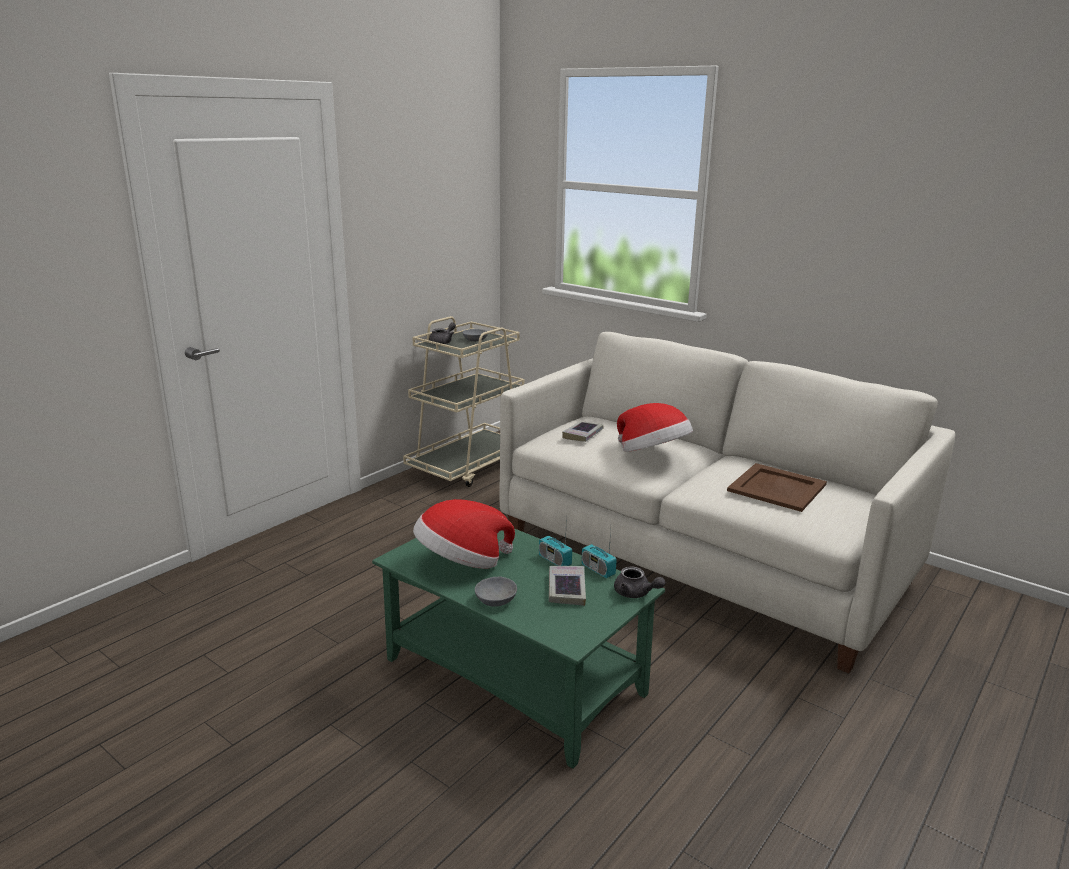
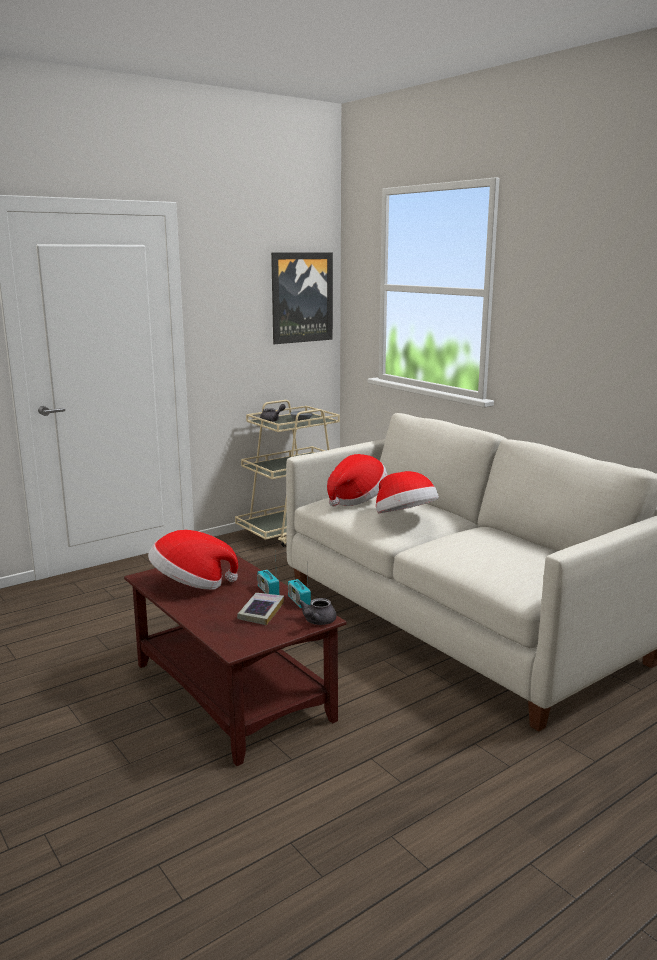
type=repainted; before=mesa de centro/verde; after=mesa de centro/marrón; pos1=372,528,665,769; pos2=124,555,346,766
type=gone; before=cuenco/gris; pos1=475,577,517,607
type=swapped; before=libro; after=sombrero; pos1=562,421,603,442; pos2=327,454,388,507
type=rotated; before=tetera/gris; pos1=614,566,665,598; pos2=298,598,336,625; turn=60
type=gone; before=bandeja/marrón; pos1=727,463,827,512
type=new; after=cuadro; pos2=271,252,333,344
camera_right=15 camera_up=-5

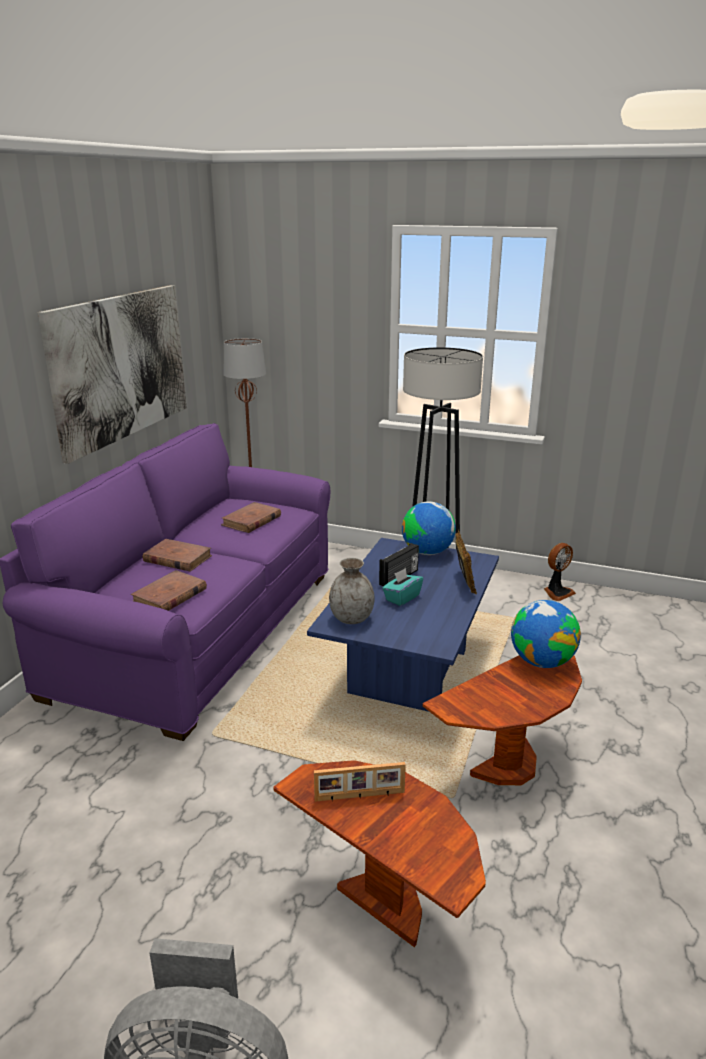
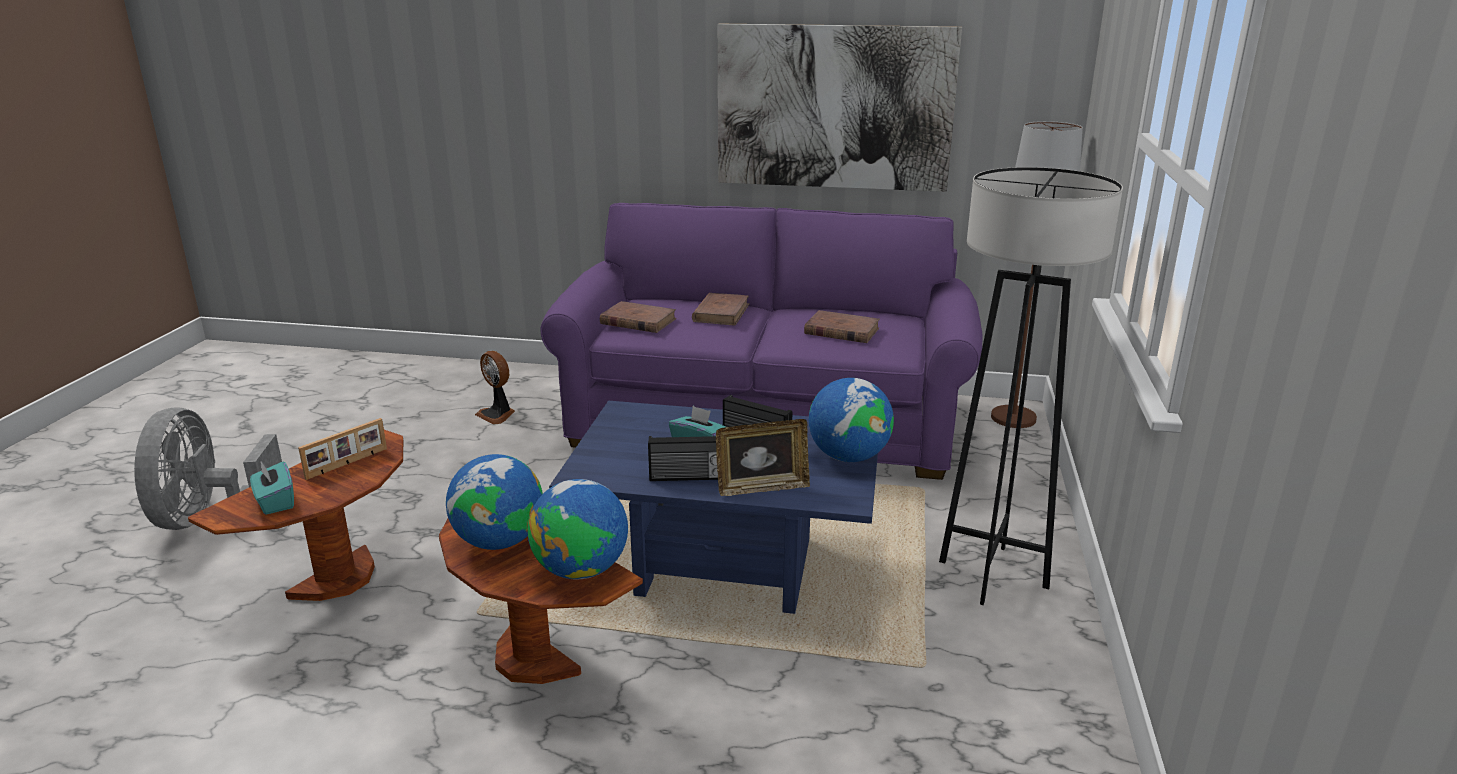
type=rotated; before=portarretratos; pos1=314,762,406,802; pos2=298,418,387,480; turn=-120
type=gone; before=florero/gris; pos1=329,558,375,624
type=shifted; before=ventilador; pos1=544,543,576,601; pos2=475,351,515,425
type=new; after=caja de pañuelos/turquesa; pos2=250,462,294,515
type=new; after=globo terráqueo; pos2=446,454,543,550
type=new; after=radio; pos2=648,436,718,481
camera_right=80 camera_up=0

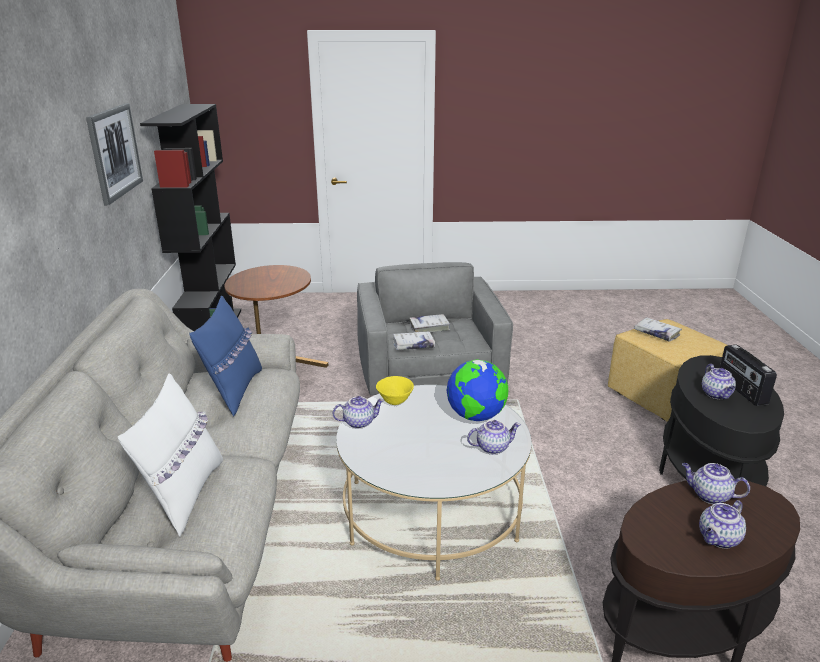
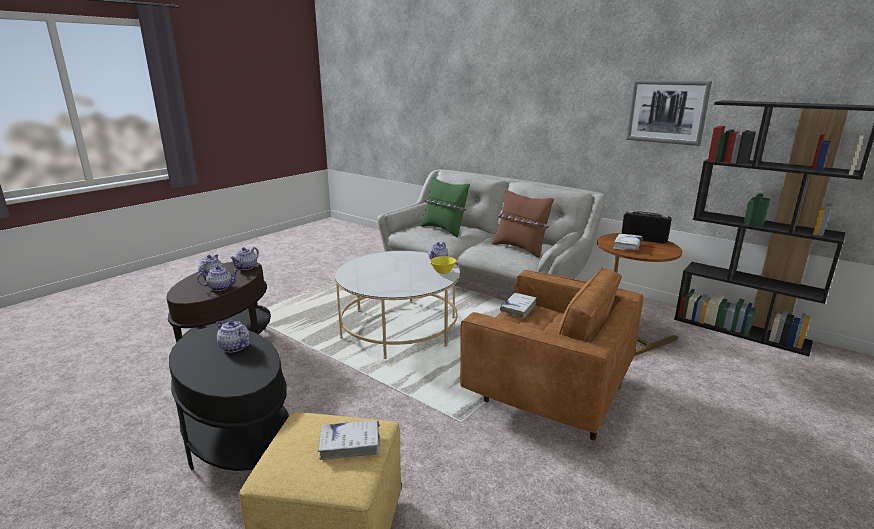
type=repainted; before=cojín/blanco; after=cojín/verde; pos1=118,373,223,537; pos2=420,177,470,237
type=repainted; before=cojín/azul; after=cojín/marrón; pos1=189,296,262,417; pos2=492,189,554,258
type=repainted; before=sillón/gris; after=sillón/marrón; pos1=357,262,513,395; pos2=460,267,644,441
type=shifted; before=libro/blanco; pos1=409,314,450,332; pos2=613,234,643,250
type=gone; before=globo terráqueo; pos1=447,359,508,421
type=shifted; before=tetera; pos1=467,420,521,454; pos2=230,247,259,270
type=shifted; before=radio; pos1=720,345,777,406; pos2=621,211,672,244
camera_right=130 camera_up=-5

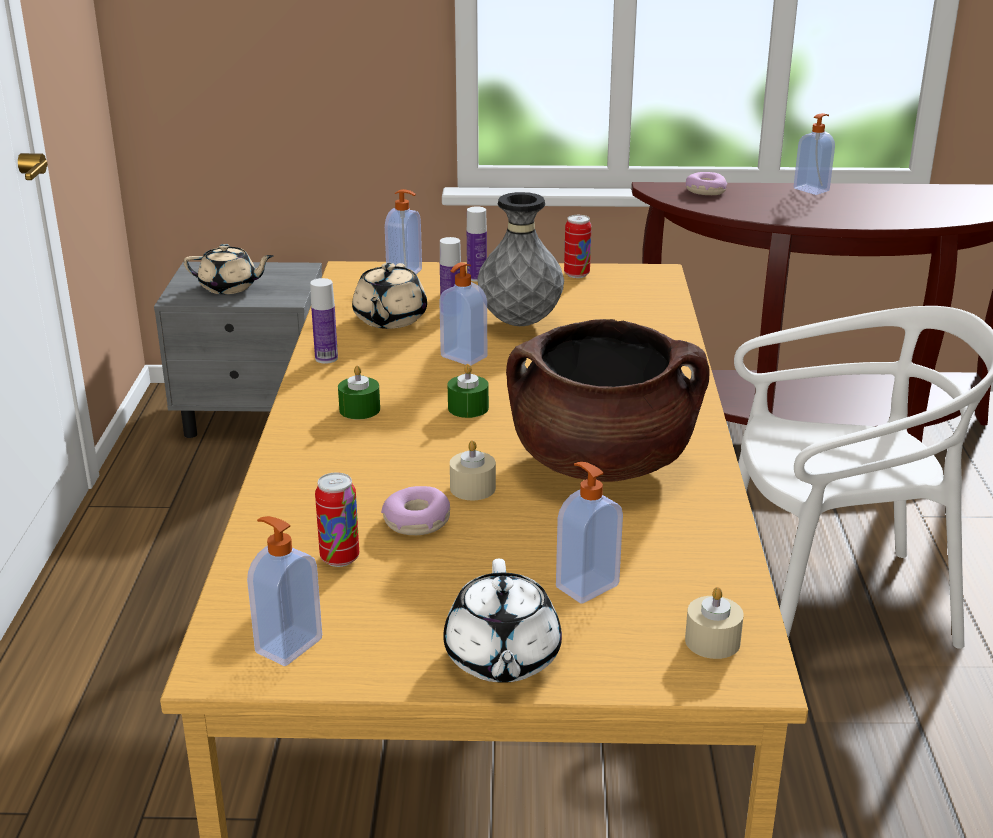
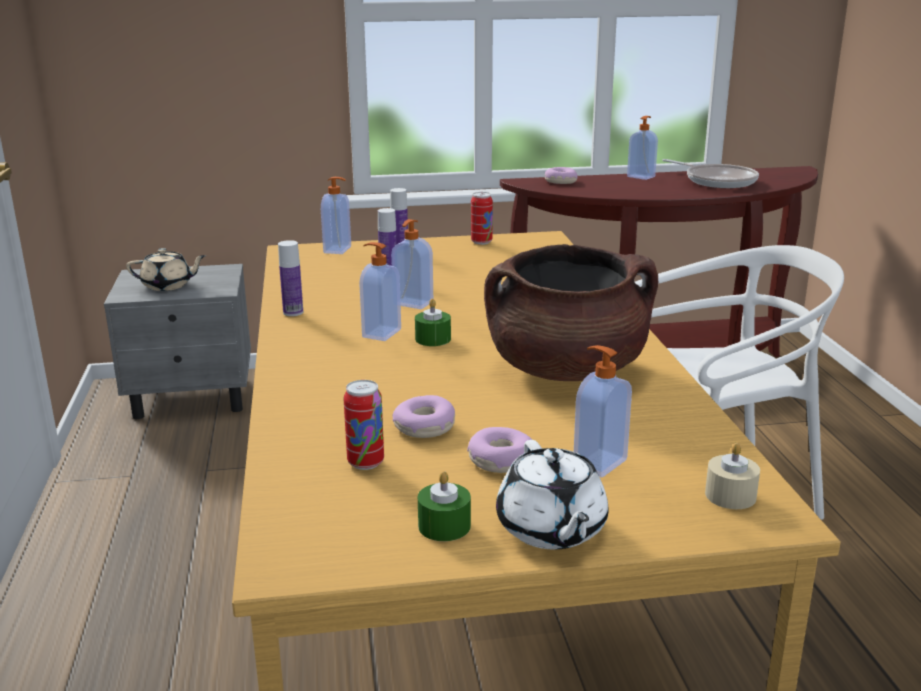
type=shifted; before=dispensador de jabón; pos1=247,516,322,666; pos2=359,242,401,341
type=shifted; before=vela/verde; pos1=338,365,380,419; pos2=418,471,471,541
type=gone; before=tetera/beis; pos1=352,263,427,329
type=gone; before=vela/beis; pos1=450,440,496,500
type=gone; before=florero/gris; pos1=477,192,564,326
type=new; after=rosquilla; pos2=467,427,532,473
type=new; after=sartén; pos2=662,159,759,188
camera_right=-10 camera_up=-5

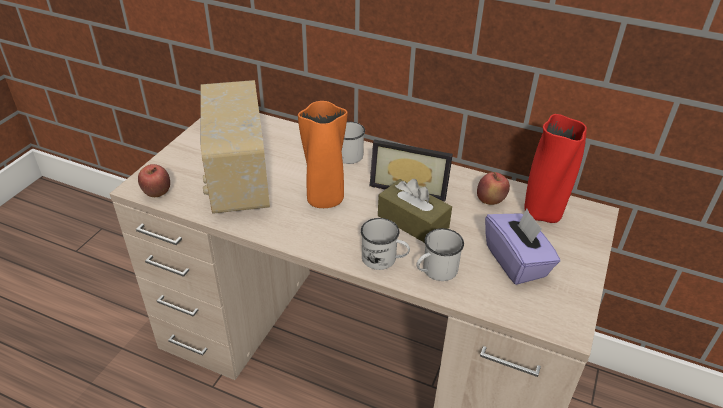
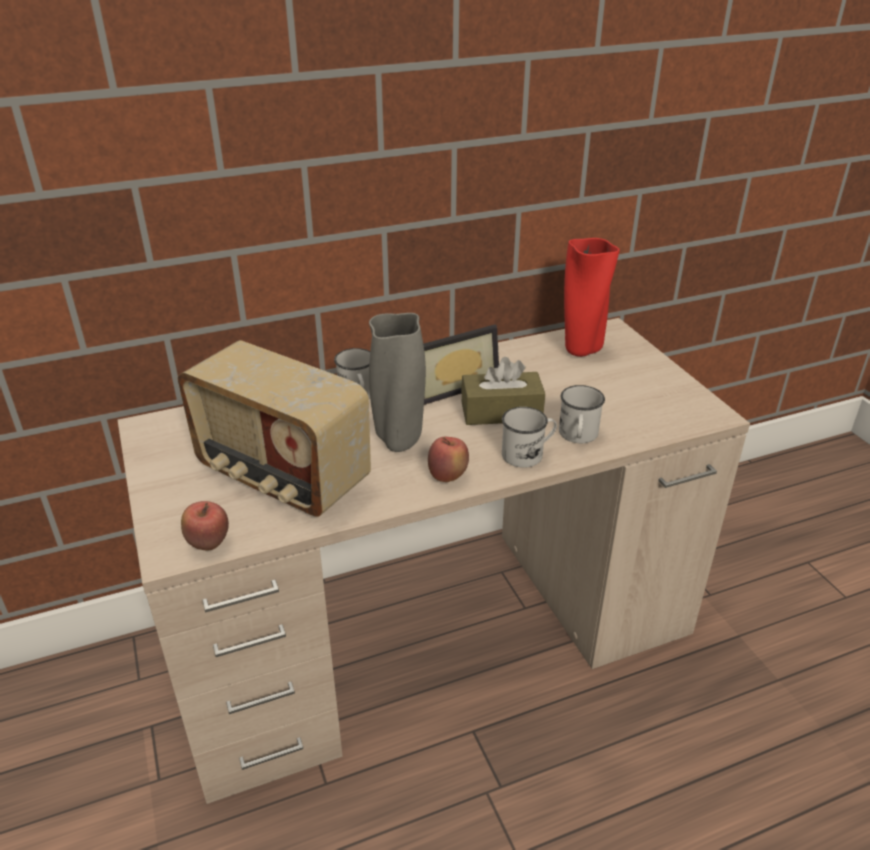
type=repainted; before=florero/naranja; after=florero/gris; pos1=298,101,348,208; pos2=369,313,426,452
type=shifted; before=manzana; pos1=477,172,510,205; pos2=428,437,469,482
type=gone; before=caja de pañuelos/morado; pos1=485,209,560,285
camera_right=-45 camera_up=-5

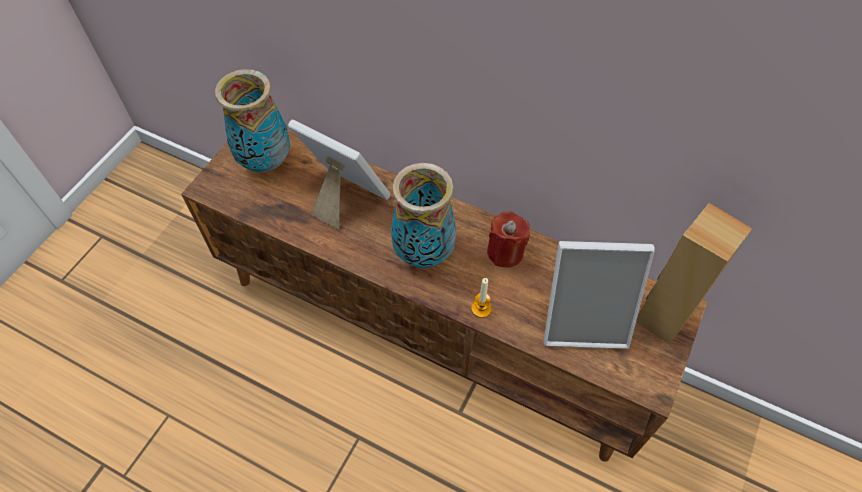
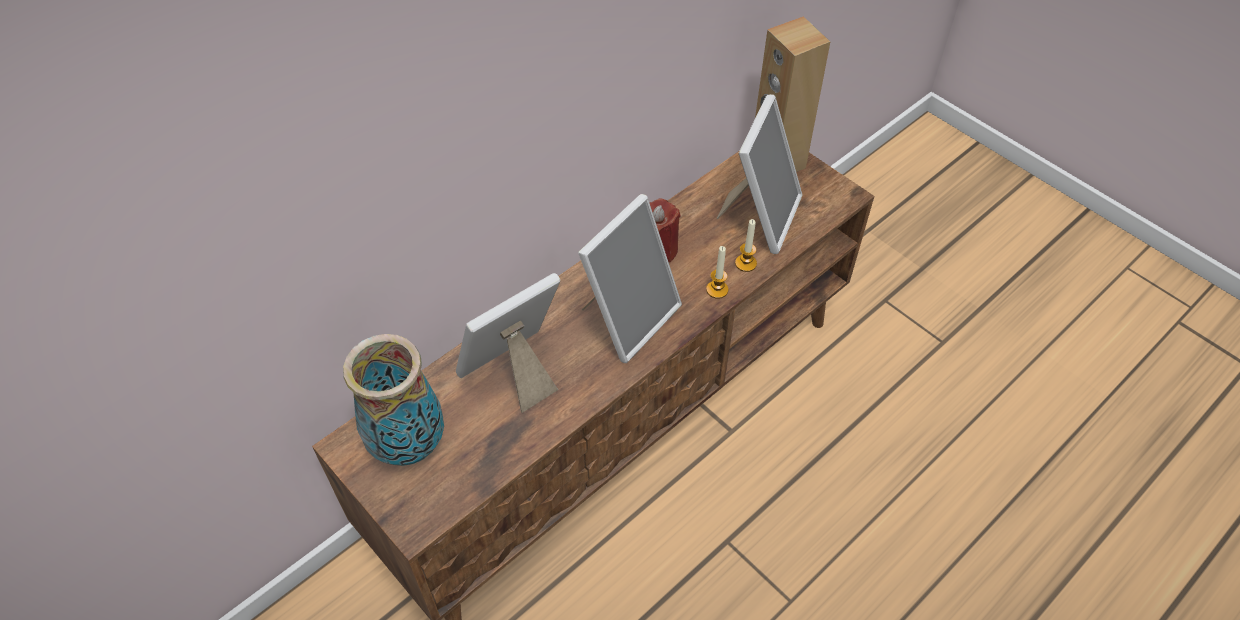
type=swapped; before=florero; after=portarretratos; pos1=391,163,457,268; pos2=578,194,682,363
type=new; after=vela; pos2=735,219,757,272
camera_right=-70 camera_up=-5

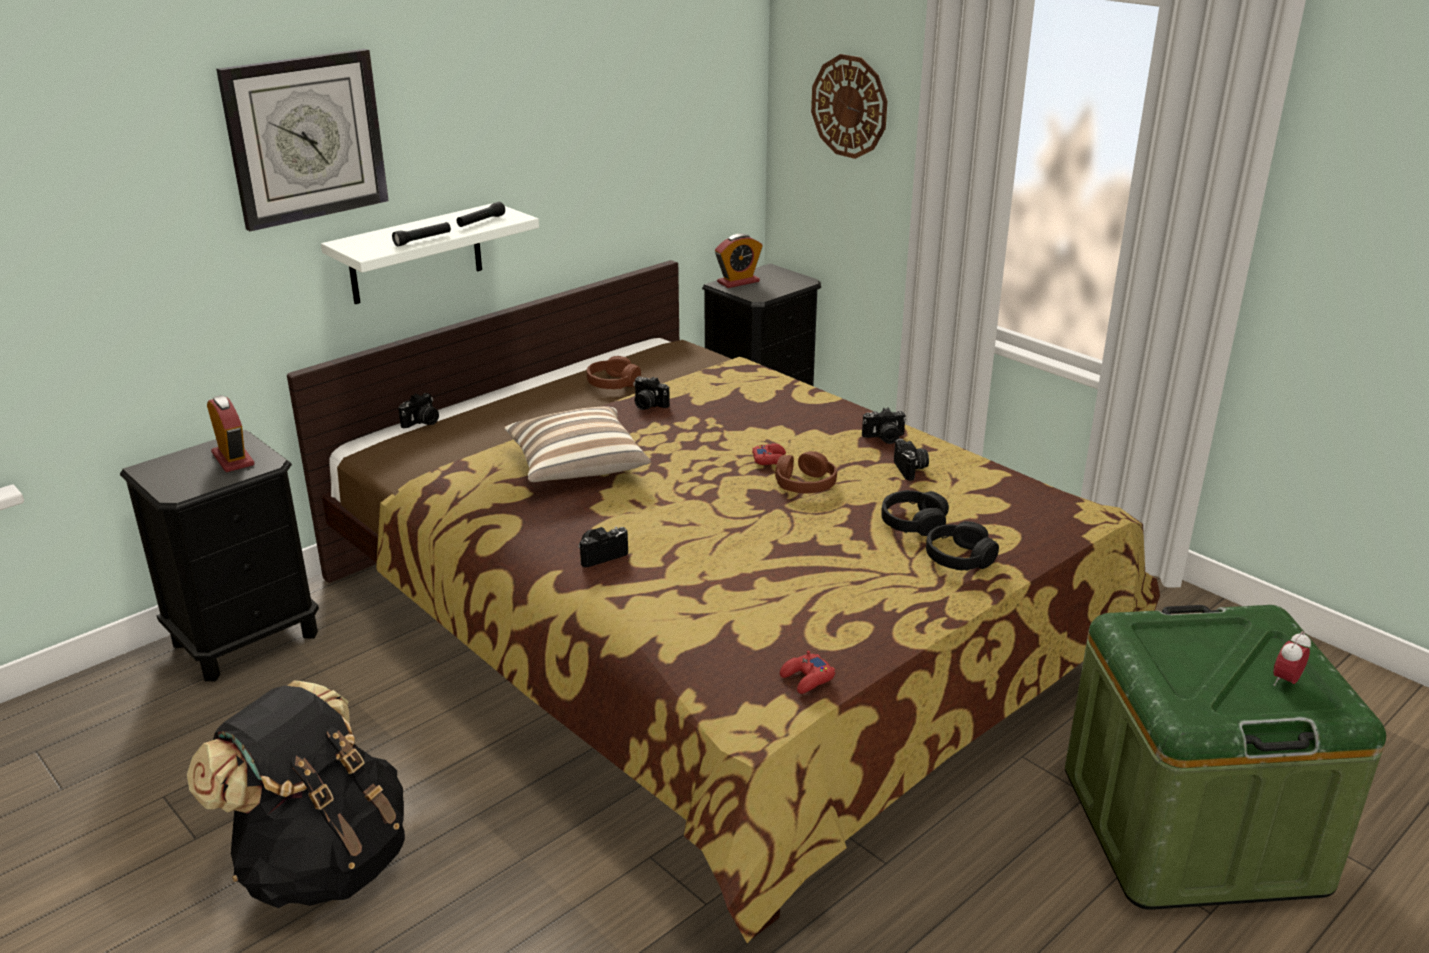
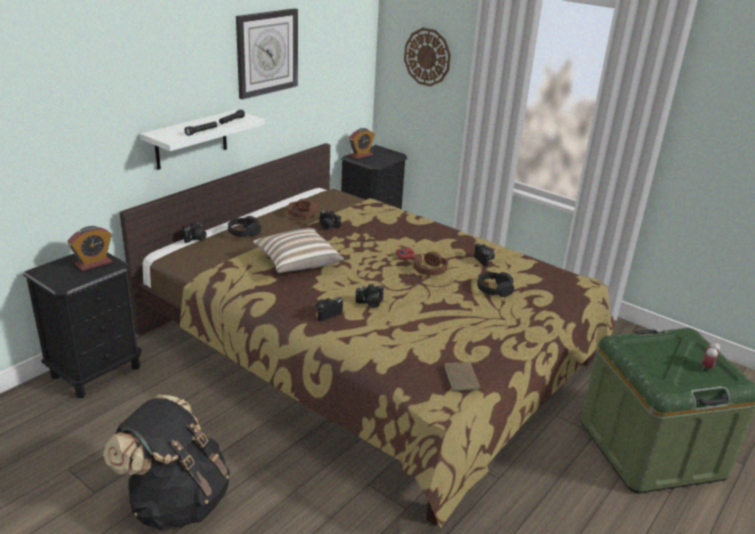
type=rotated; before=despertador; pos1=207,395,255,472; pos2=68,226,112,271; turn=90
type=shifted; before=reloj de pared; pos1=216,49,389,231; pos2=236,8,298,99
type=swapped; before=mando de consola/rojo; after=libro/marrón; pos1=780,651,835,694; pos2=445,361,480,391
type=shifted; before=cámara; pos1=862,408,906,444; pos2=355,284,384,308
type=shifted; before=auriculares/negro; pos1=926,521,999,571; pos2=228,216,261,237
camera_right=-10 camera_up=0

